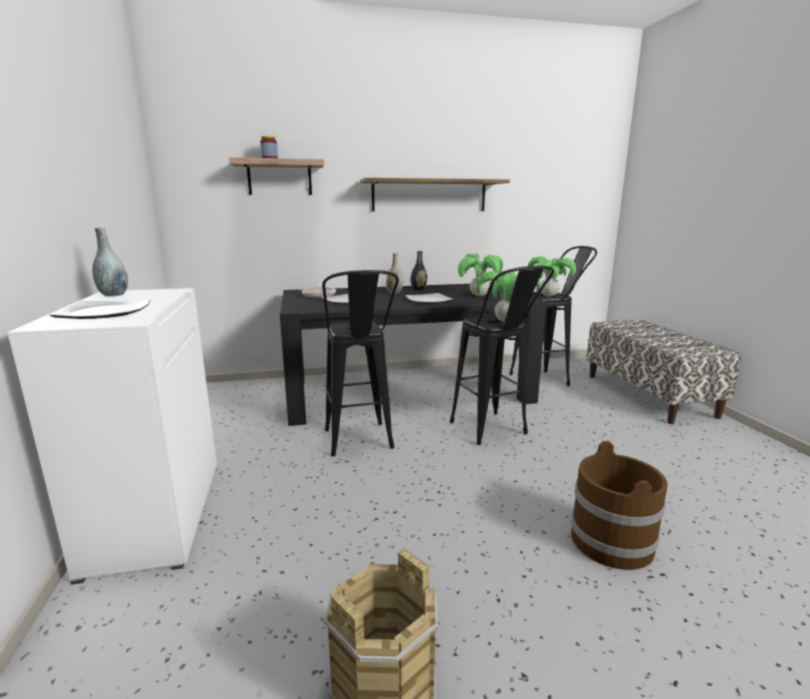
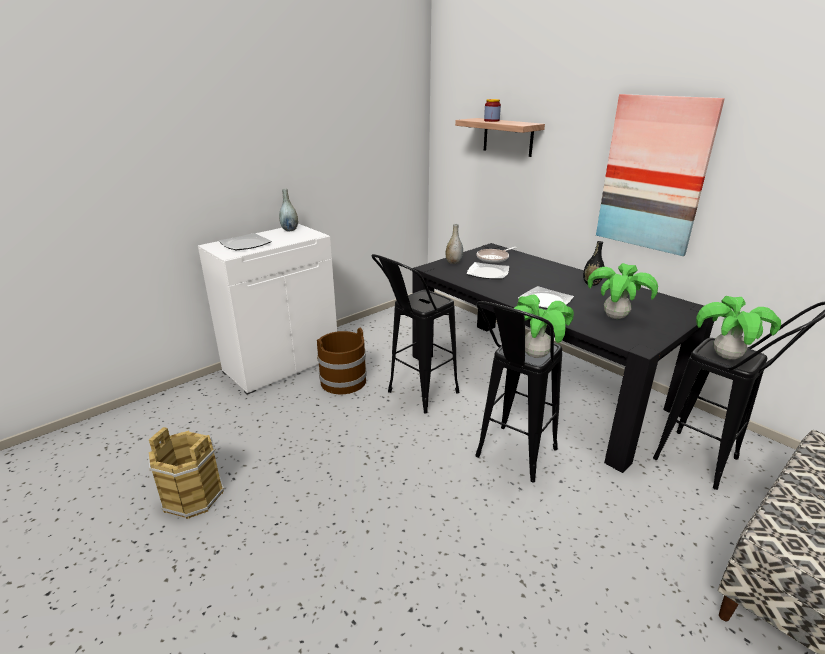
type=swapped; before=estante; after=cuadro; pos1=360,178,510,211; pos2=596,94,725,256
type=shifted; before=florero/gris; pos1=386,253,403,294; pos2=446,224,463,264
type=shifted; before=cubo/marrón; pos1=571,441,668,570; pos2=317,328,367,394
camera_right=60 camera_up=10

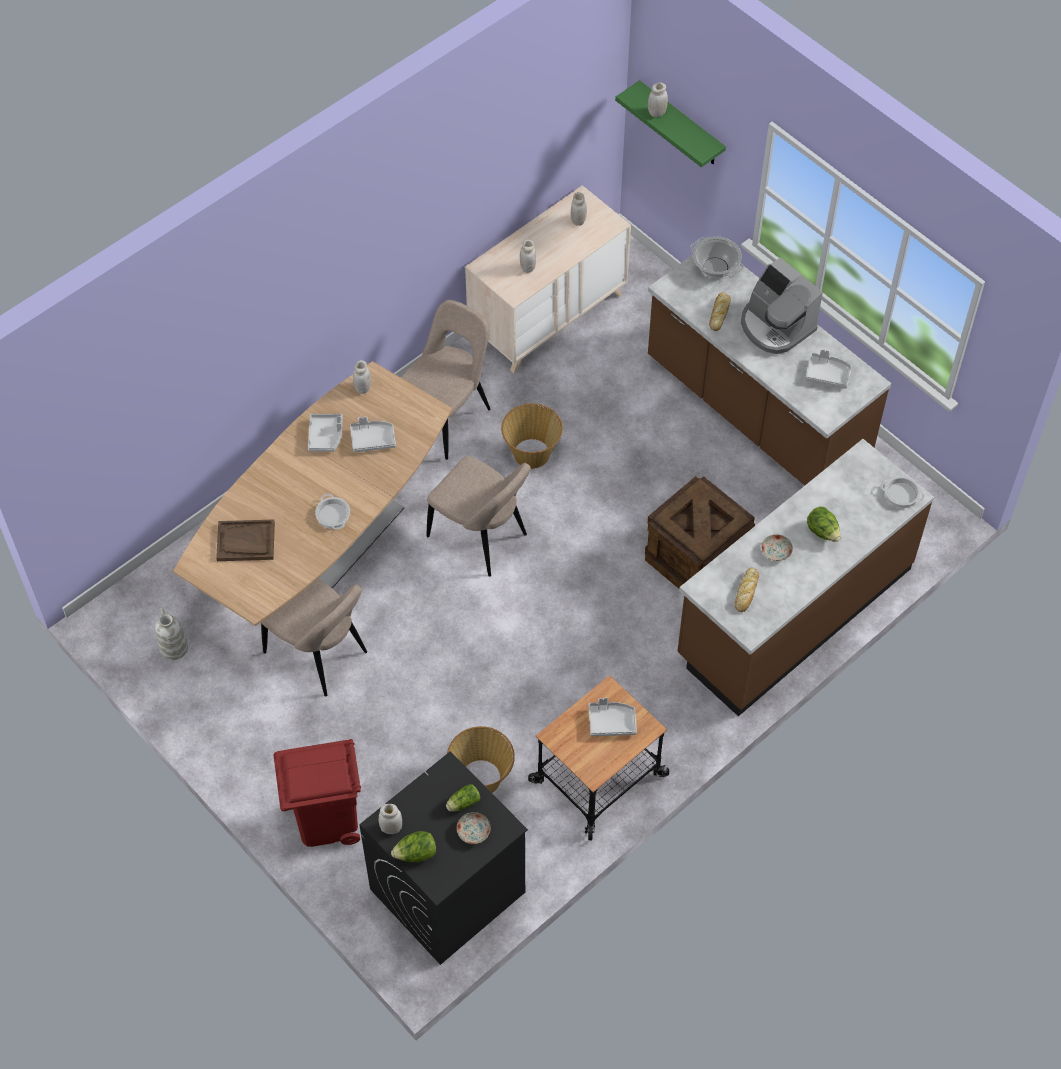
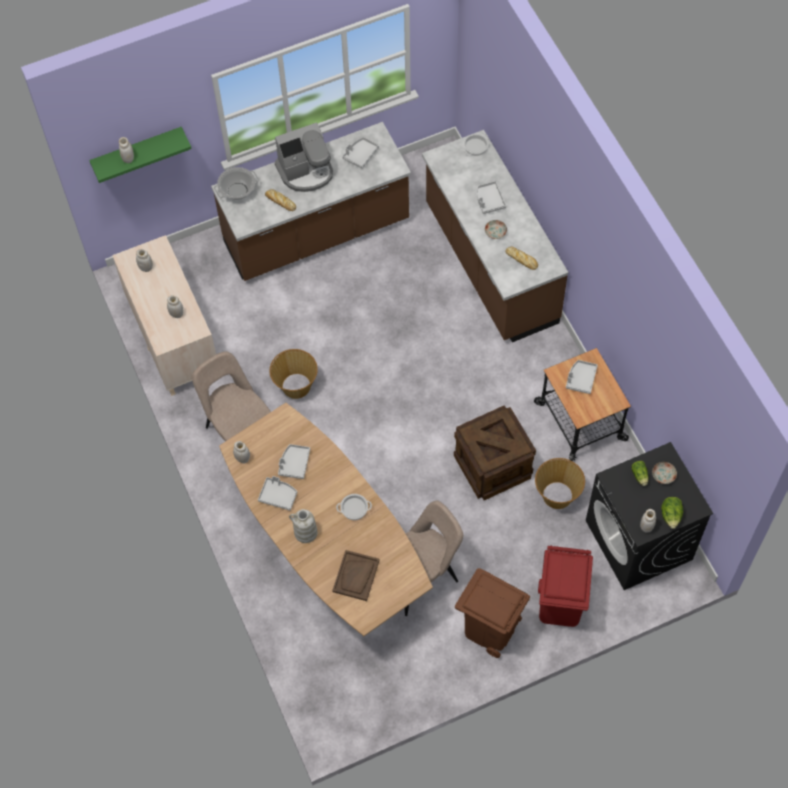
type=shifted; before=florero/blanco; pos1=155,607,188,660; pos2=289,509,318,543
type=gone; before=silla/beis; pos1=427,456,531,577
type=shifted; before=caja de embalaje; pos1=645,476,755,589; pos2=454,405,536,500
type=swapped; before=lechuga; after=bandeja/gris; pos1=807,507,840,542; pos2=477,181,506,214
type=new; after=papelera/marrón; pos2=455,568,530,658
camera_right=-70 camera_up=5

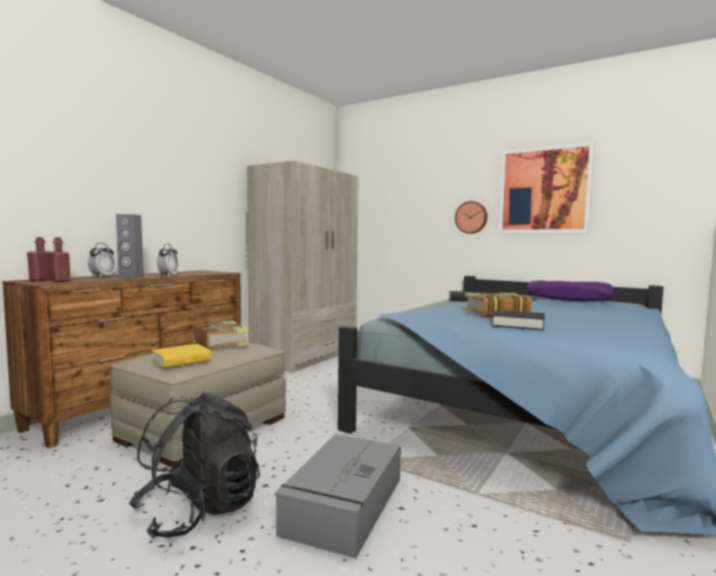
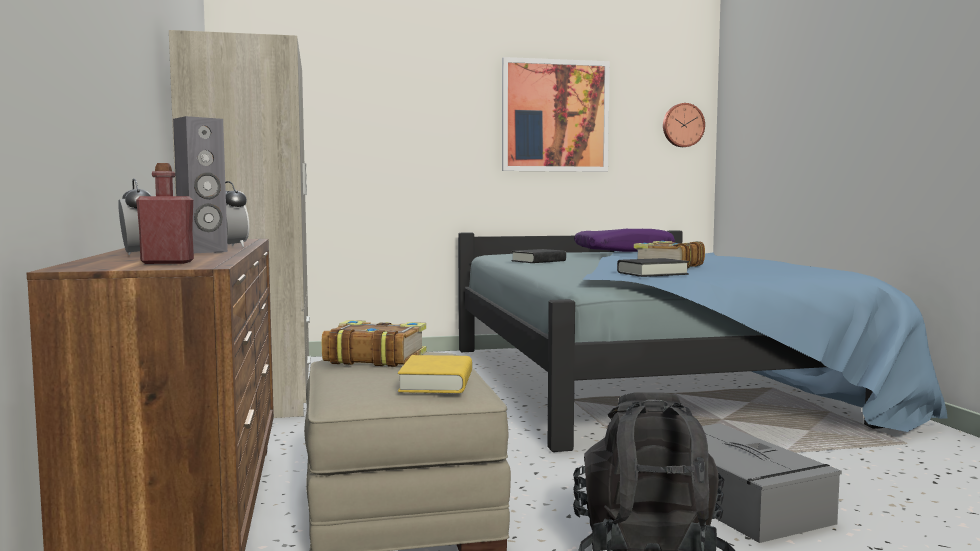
type=gone; before=botella/rojo; pos1=27,237,53,281
type=shifted; before=reloj de pared; pos1=455,201,487,234; pos2=663,103,705,147
type=shifted; before=libro/negro; pos1=492,310,545,330; pos2=617,258,689,277
camera_right=-45 camera_up=0

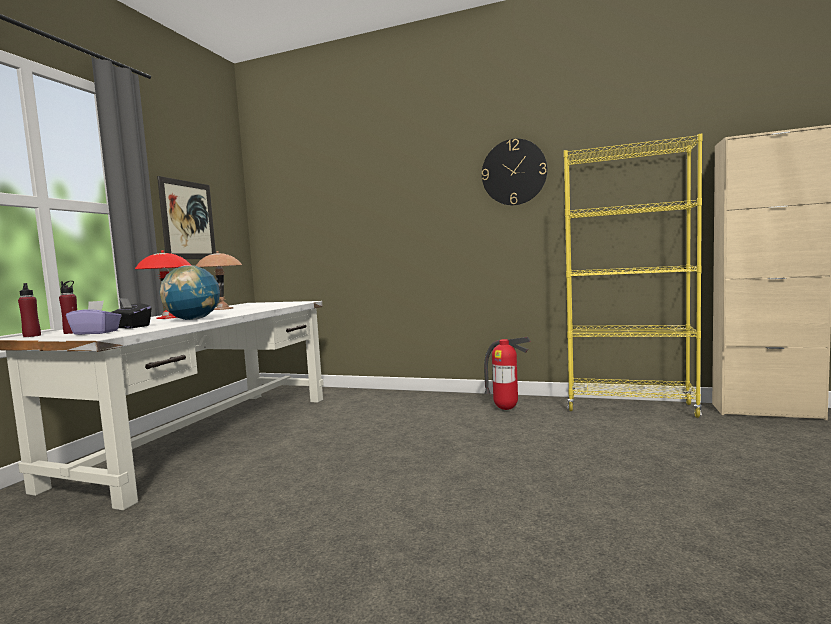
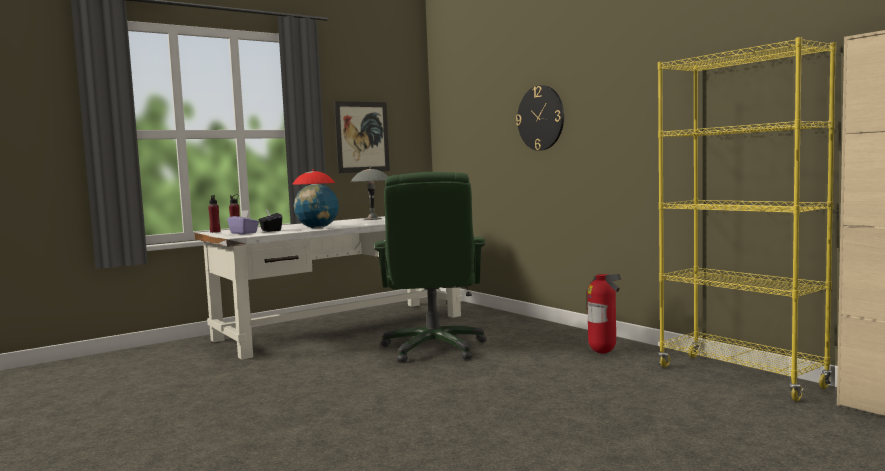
type=repainted; before=lámpara de mesa/marrón; after=lámpara de mesa/gris; pos1=196,251,242,310; pos2=351,167,388,220
type=shifted; before=reloj de pared; pos1=482,139,547,205; pos2=516,85,564,151
type=new; after=silla de oficina/verde; pos2=374,172,487,362
camera_right=35 camera_up=0

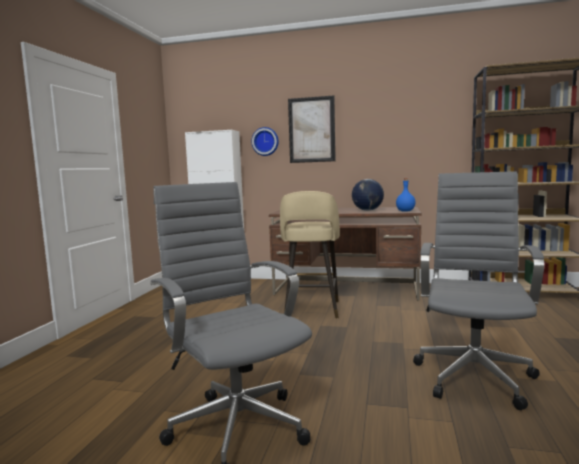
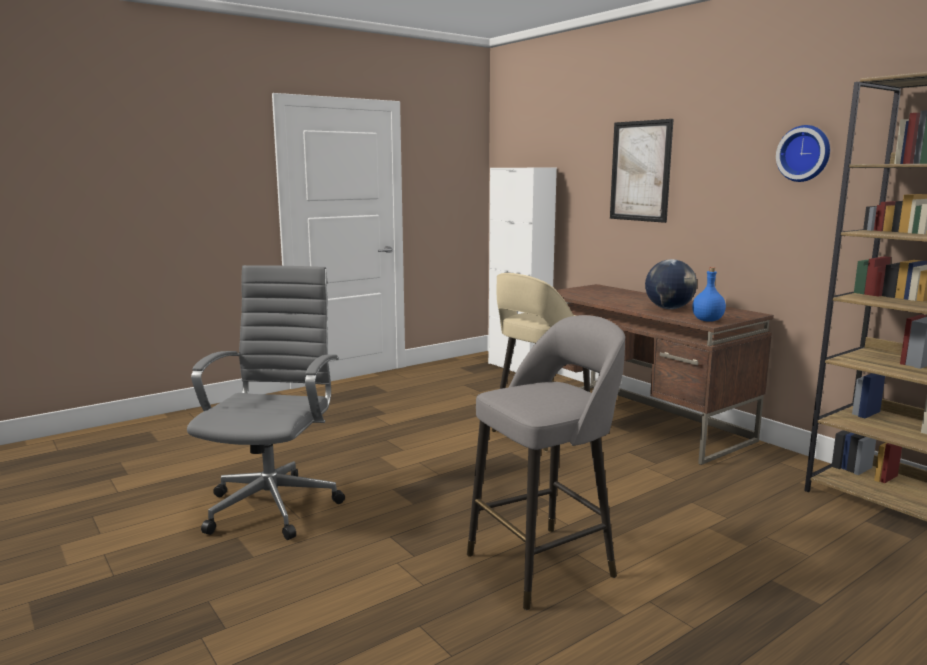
type=shifted; before=reloj de pared; pos1=251,127,279,156; pos2=776,125,830,182
type=swapped; before=silla de oficina/gris; after=taburete/gris; pos1=413,171,544,410; pos2=467,315,625,610
camera_right=40 camera_up=5

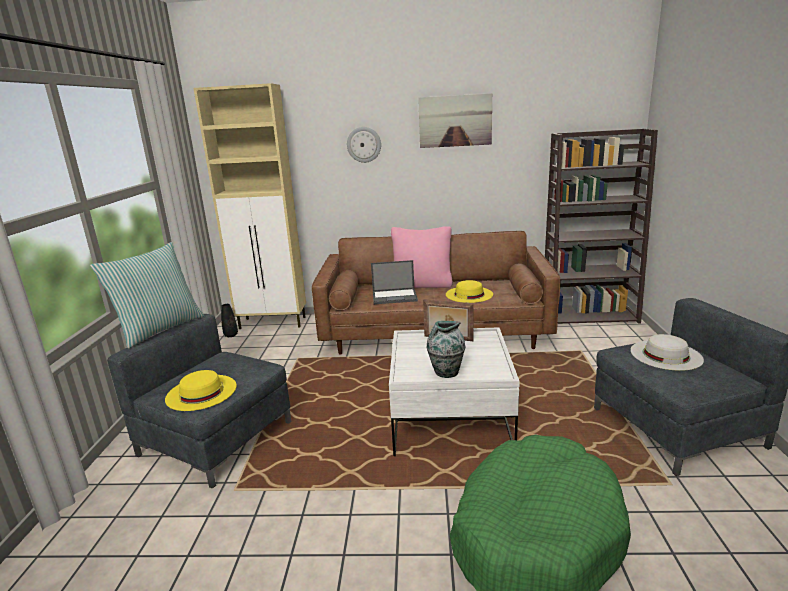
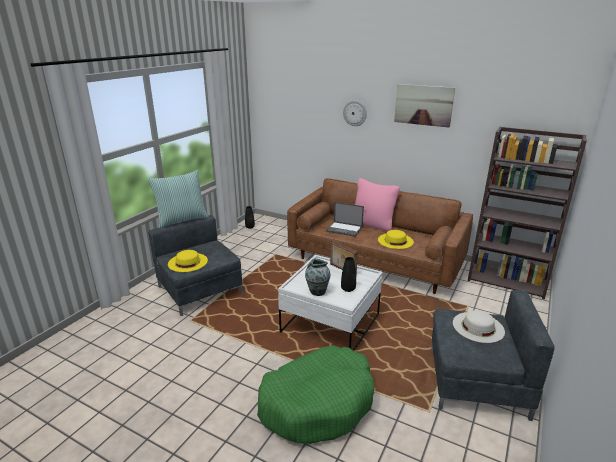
type=gone; before=armario/beis; pos1=193,83,306,329
type=new; after=florero/negro; pos2=341,257,356,292
camera_right=25 camera_up=5

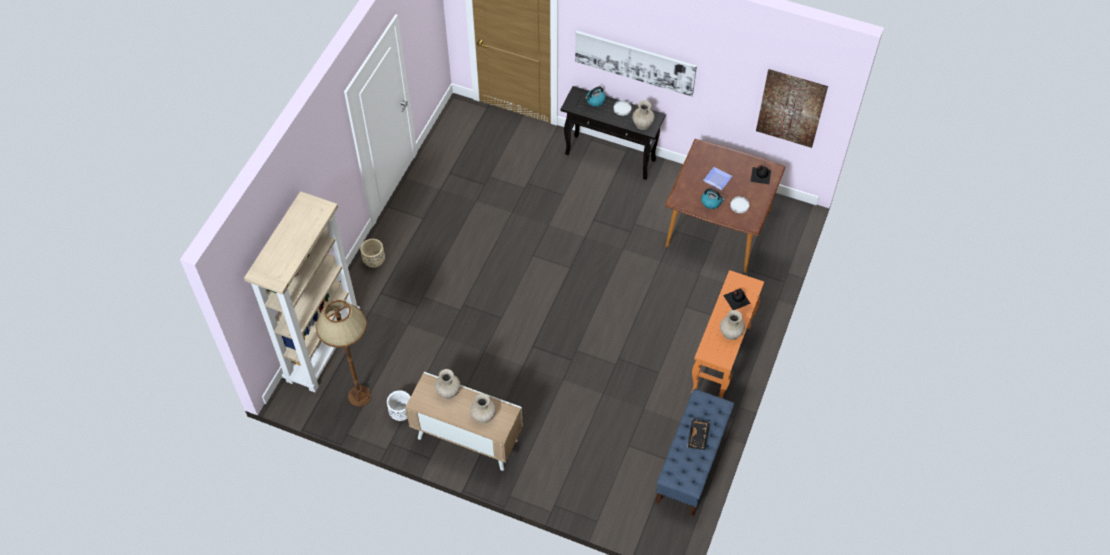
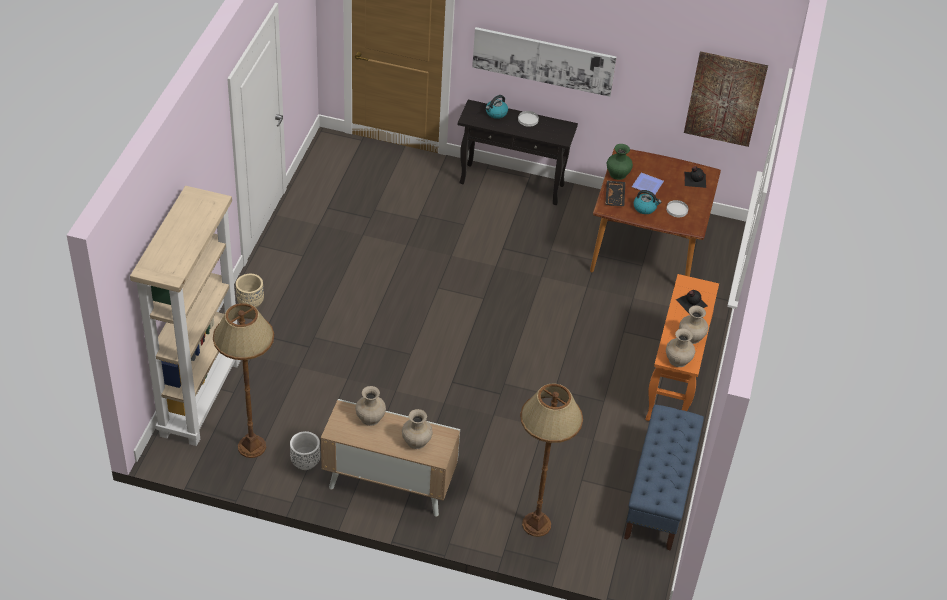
type=shifted; before=florero/beis; pos1=633,100,655,130; pos2=666,329,695,367
type=shifted; before=bandeja/negro; pos1=687,419,710,450; pos2=605,181,625,206
type=new; after=lámpara de pie/marrón; pos2=520,384,583,537
type=new; after=florero/verde; pos2=607,144,633,180
camera_right=-10 camera_up=-10

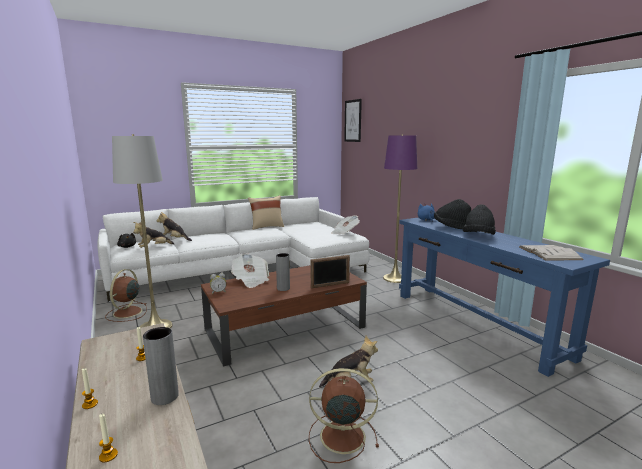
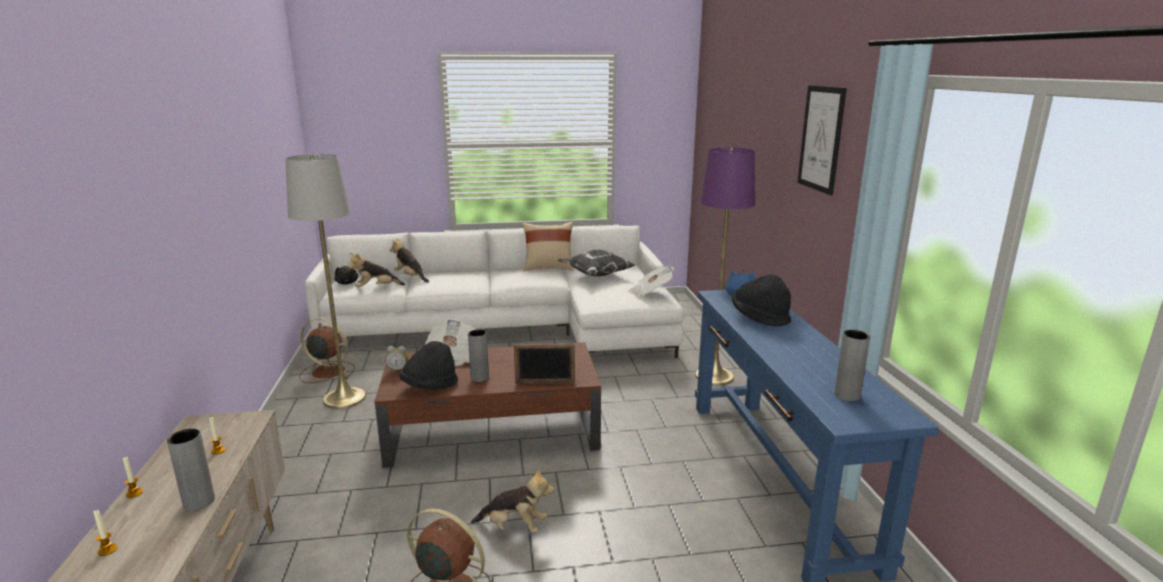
type=rotated; before=ventilador/marrón; pos1=105,269,147,322; pos2=299,318,355,383; turn=75
type=shifted; before=cuadro; pos1=344,99,362,142; pos2=797,85,847,195
type=shifted; before=sombrero/negro; pos1=463,204,496,235; pos2=400,341,458,390
type=swapped; before=libro/blanco; after=florero/gris; pos1=519,245,583,261; pos2=834,330,870,401
type=new; after=cojín; pos2=558,250,635,277
camera_right=20 camera_up=5

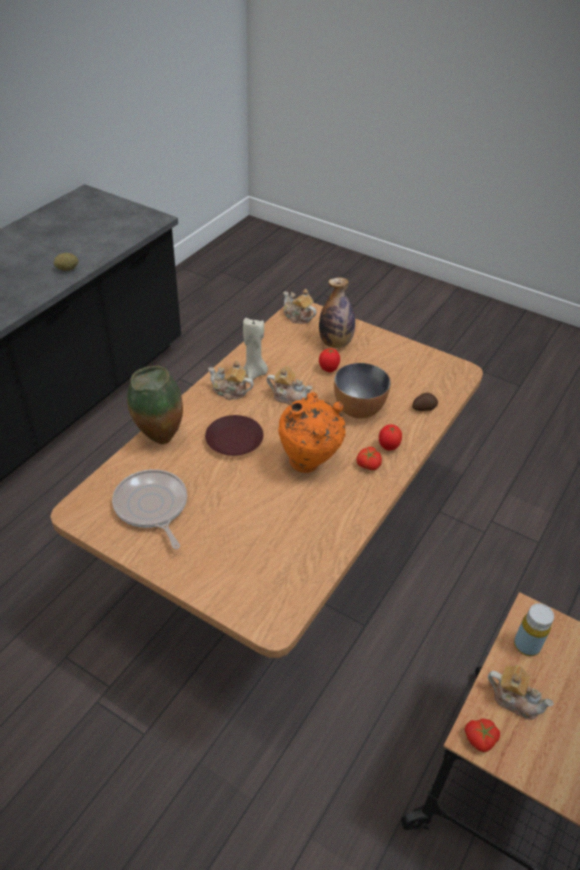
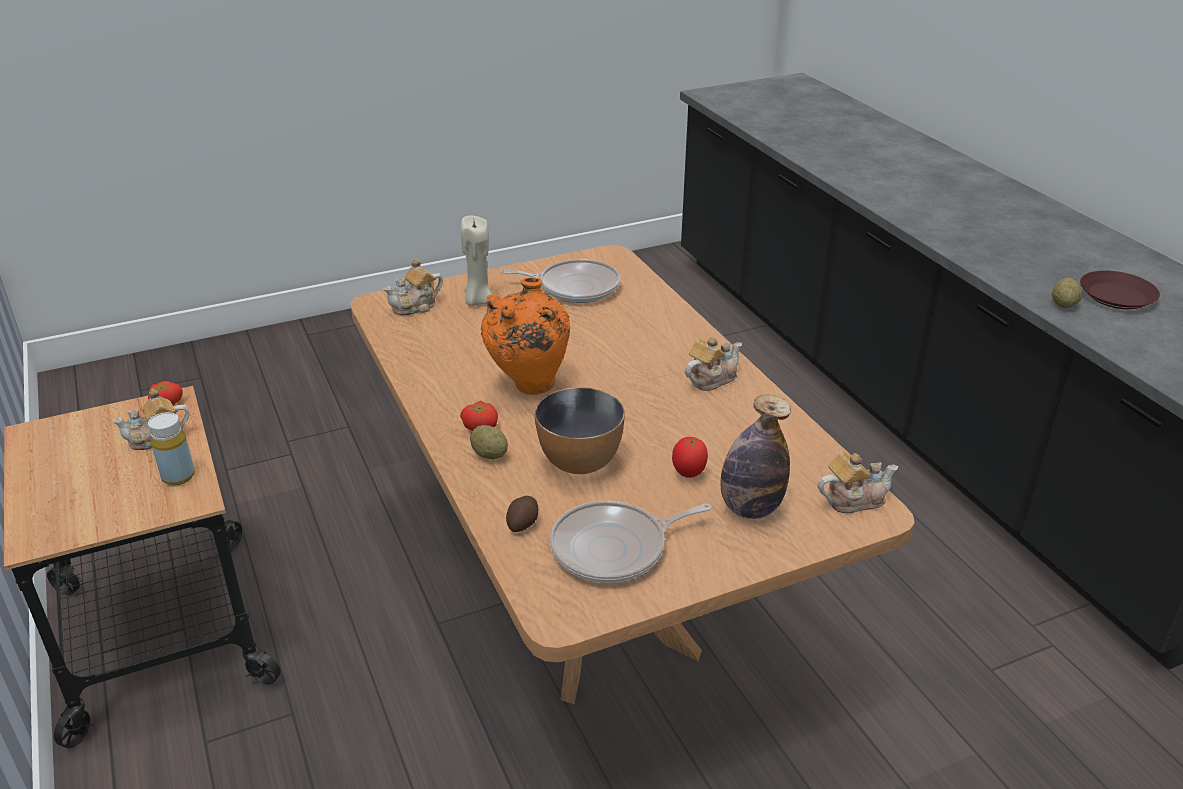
type=gone; before=florero; pos1=127,366,183,444
type=shifted; before=plato/marrón; pos1=205,415,264,456; pos2=1080,270,1160,309
type=shifted; before=vela/beis; pos1=243,318,268,380; pos2=461,216,492,306
type=shifted; before=tetera; pos1=266,366,312,405; pos2=383,258,443,315
type=swapped; before=tomate; after=patata; pos1=379,424,402,451; pos2=470,425,508,459
type=new; after=sartén; pos2=550,501,712,583
camera_right=125 camera_up=-10

